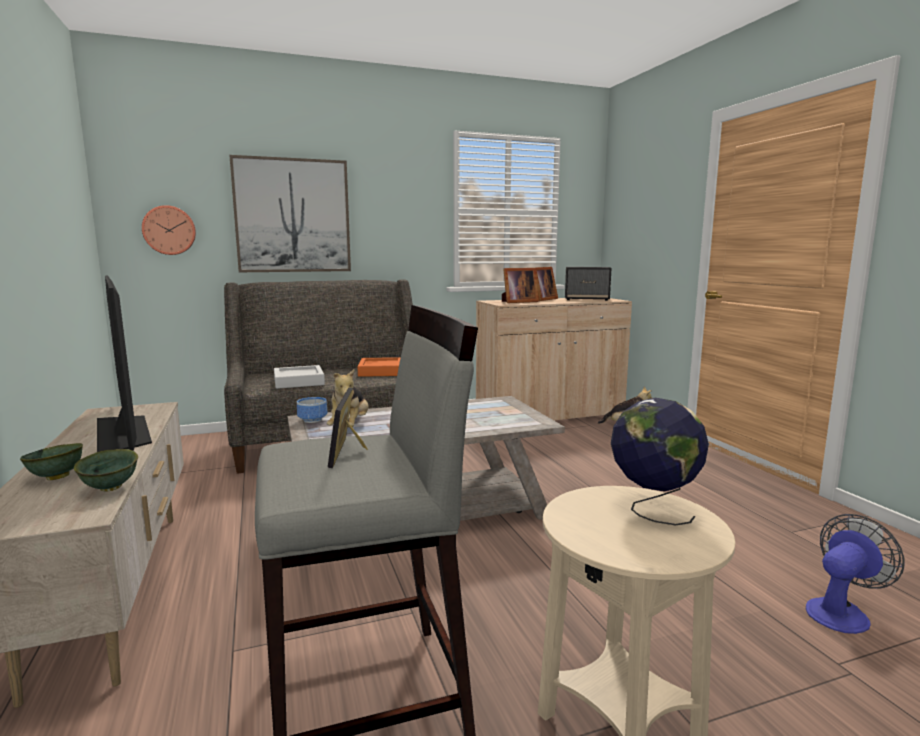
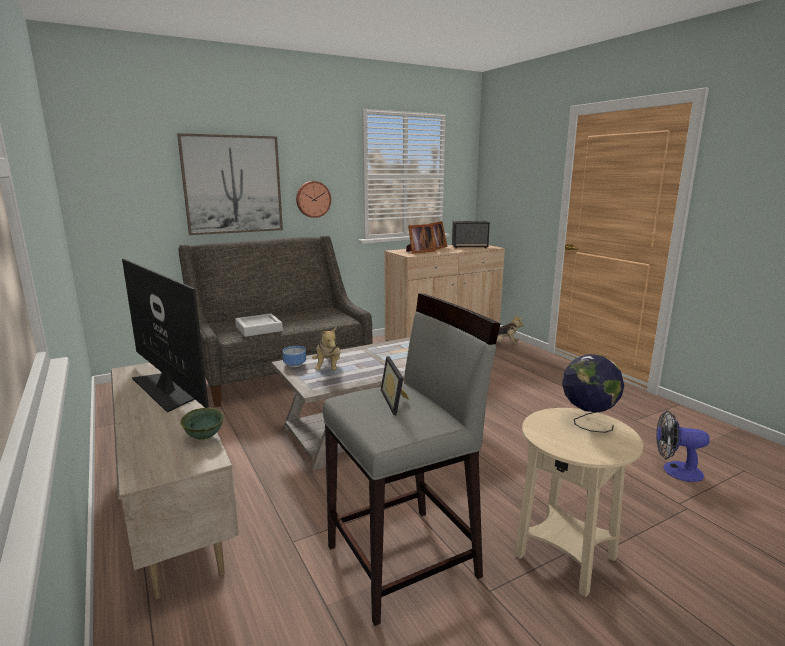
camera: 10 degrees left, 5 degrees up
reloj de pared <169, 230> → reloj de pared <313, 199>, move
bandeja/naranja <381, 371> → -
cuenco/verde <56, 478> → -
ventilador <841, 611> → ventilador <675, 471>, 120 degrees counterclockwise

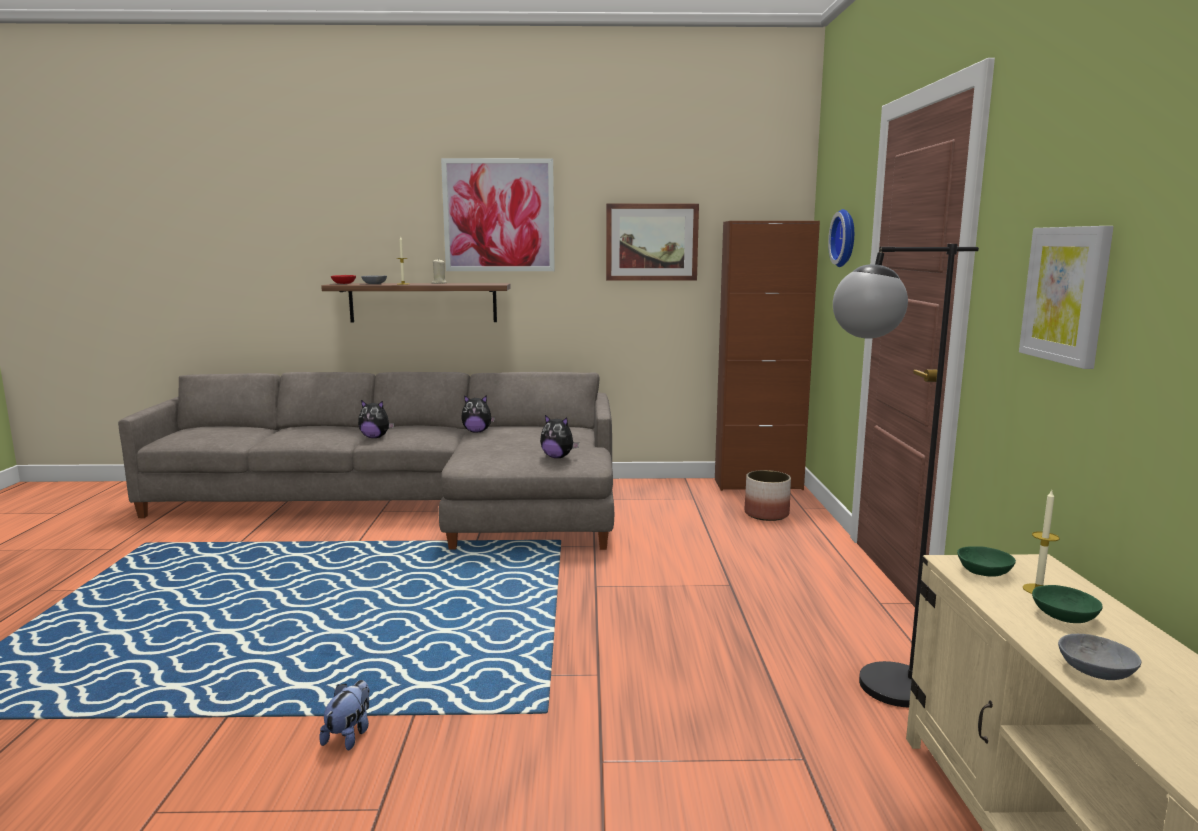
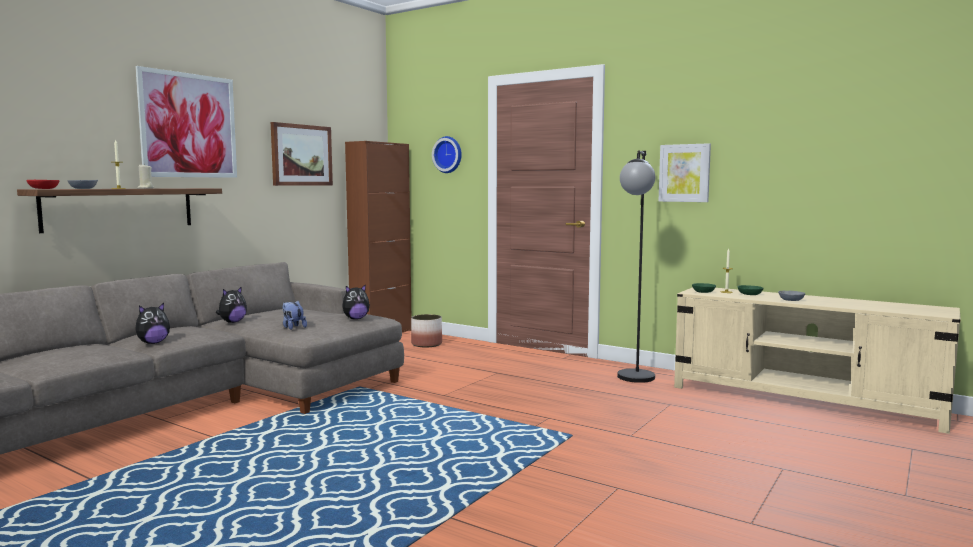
camera: 55 degrees left, 5 degrees down
peluche <349, 735> → peluche <293, 327>, move

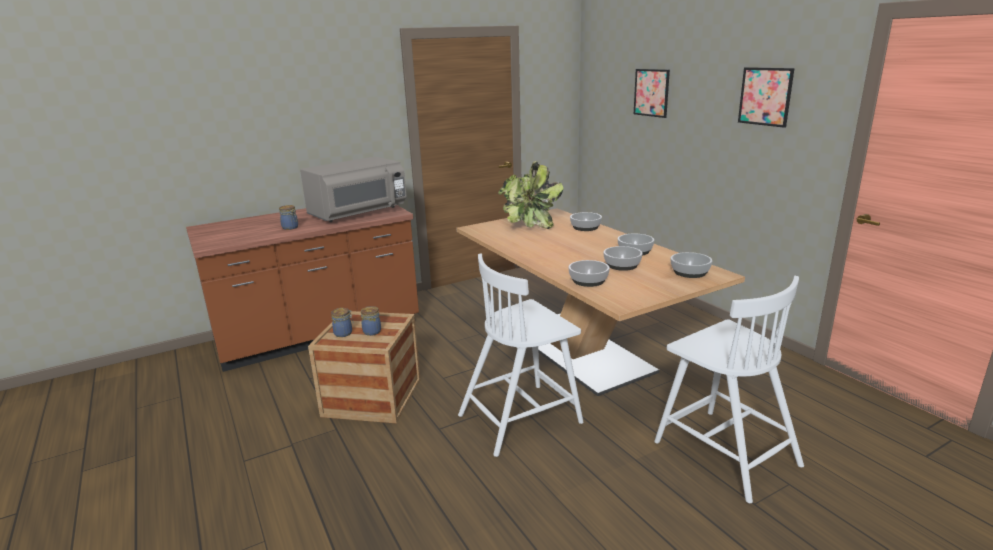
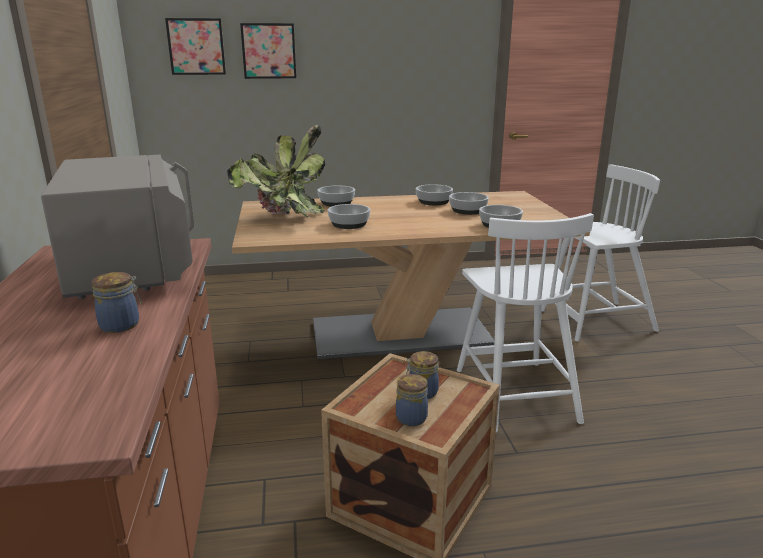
camera: 70 degrees left, 0 degrees up
cuadro <765, 96> → cuadro <196, 46>, move
cuenco <689, 272> → cuenco <348, 224>, move

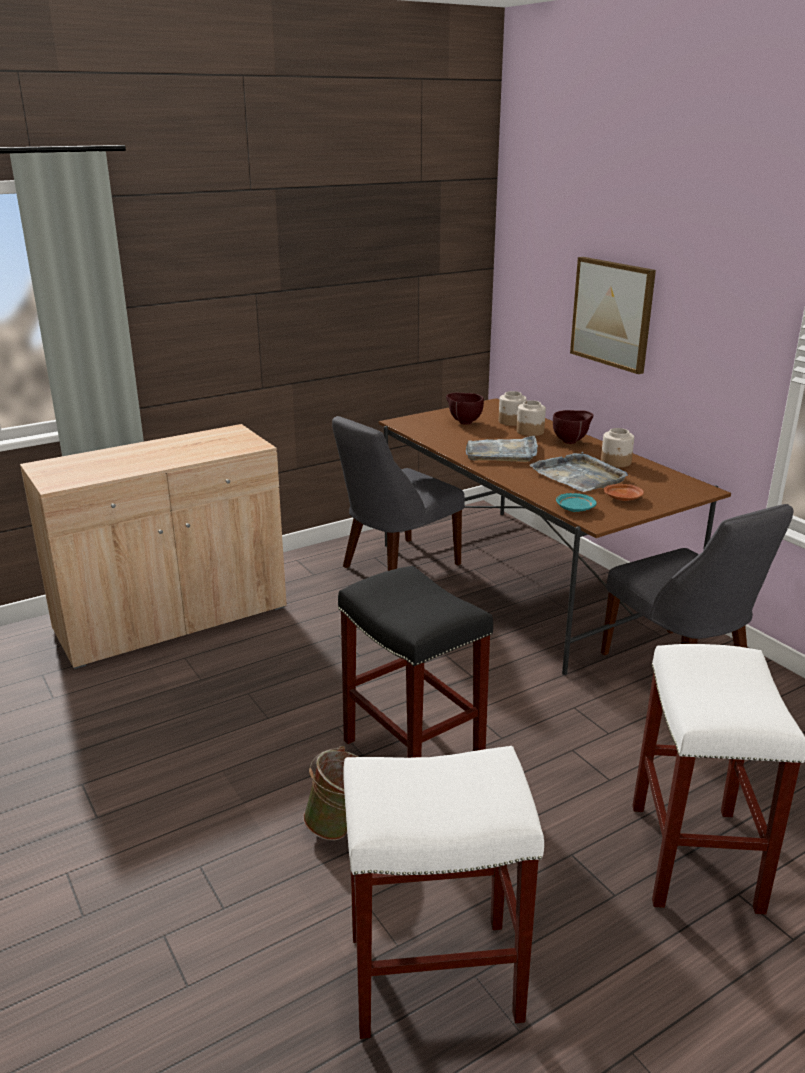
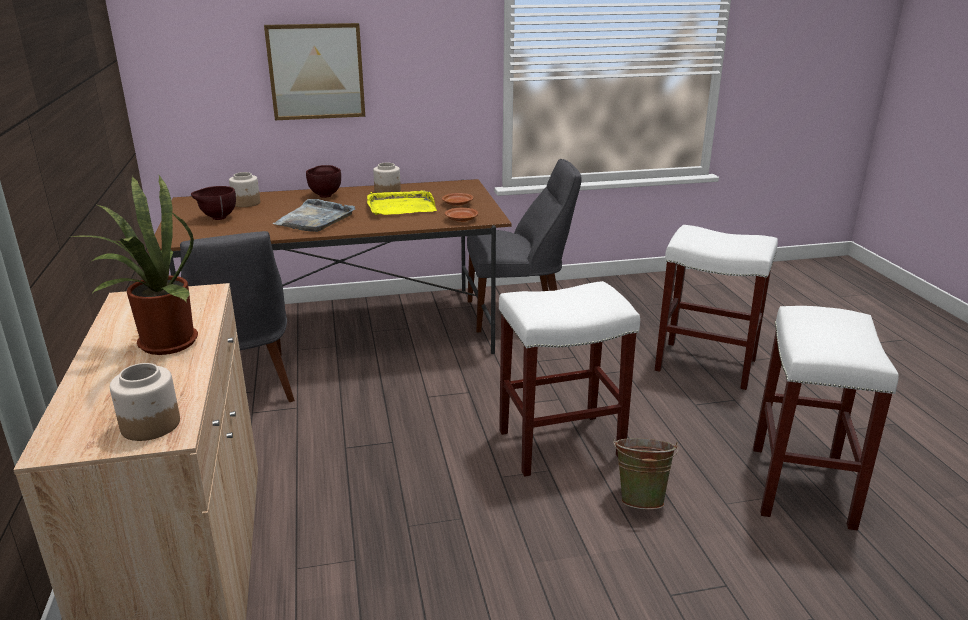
camera: 70 degrees left, 0 degrees up
tarro <529, 431> → tarro <149, 425>, move
bandeja/gris <579, 476> → bandeja/amarillo <400, 206>
plato/turquesa <574, 508> → plato/marrón <461, 219>
taburete/negro <414, 755> → taburete/blanco <561, 443>
- → planta en maceta <161, 344>

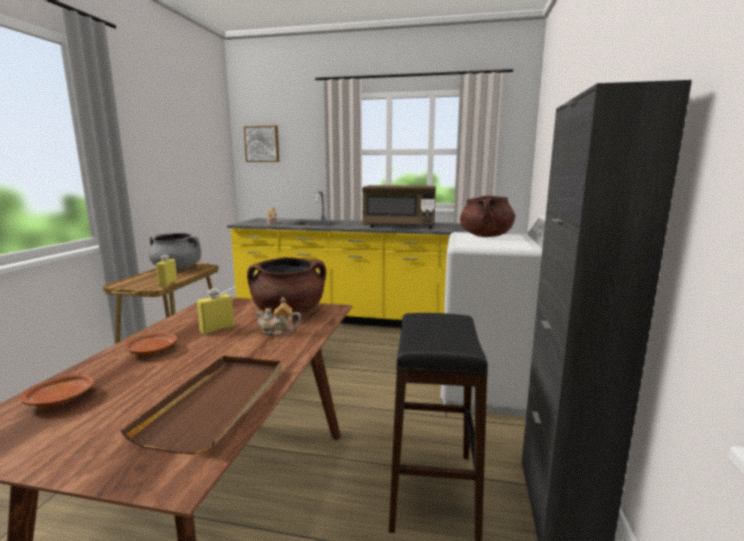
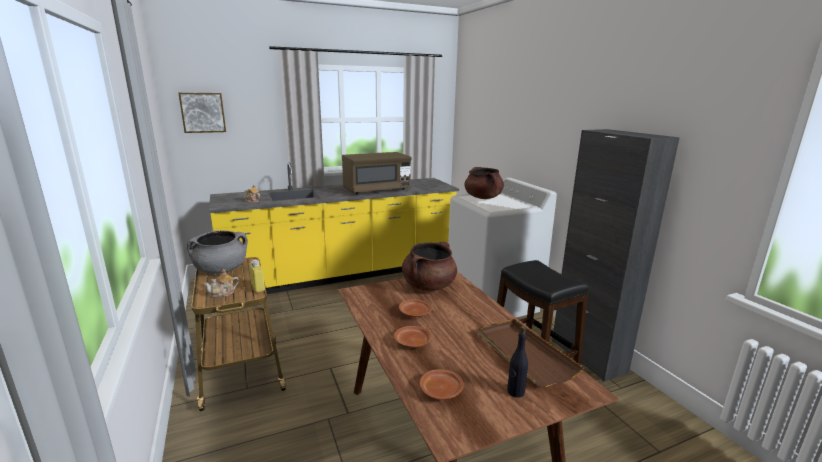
camera: 35 degrees left, 5 degrees up
botella/amarillo <217, 329> → plato/marrón <414, 313>
tetera <278, 332> → tetera <223, 293>, move
- → botella/negro <515, 392>

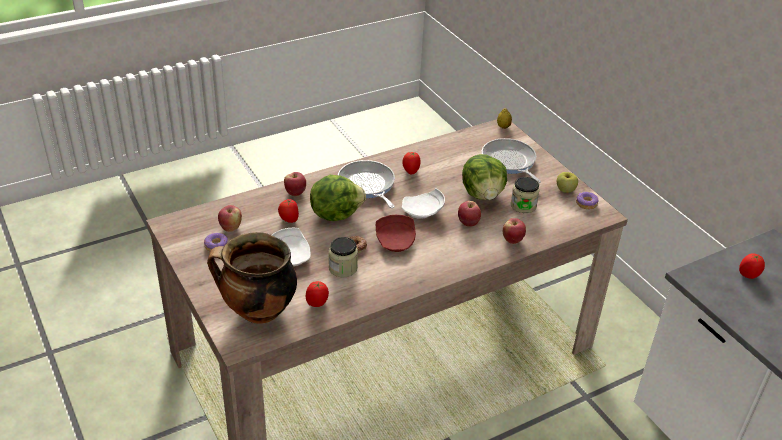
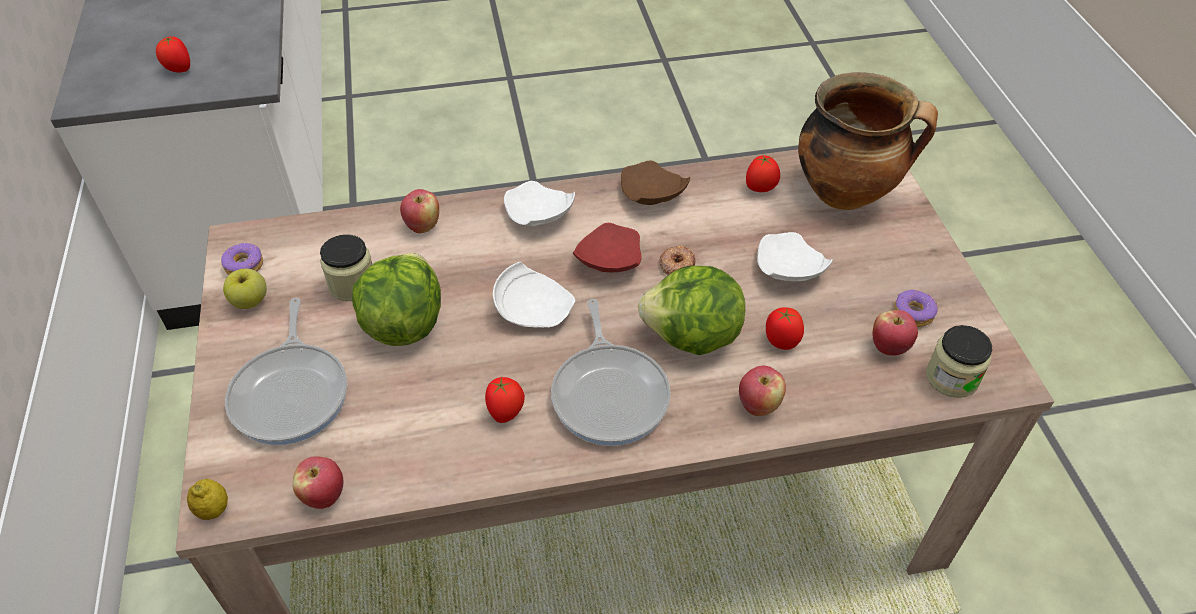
camera: 160 degrees left, 10 degrees up
manzana <468, 223> → manzana <323, 495>, move
tarro <343, 268> → tarro <951, 377>, move
- → plato/marrón <651, 196>
- → plato/blanco <538, 216>

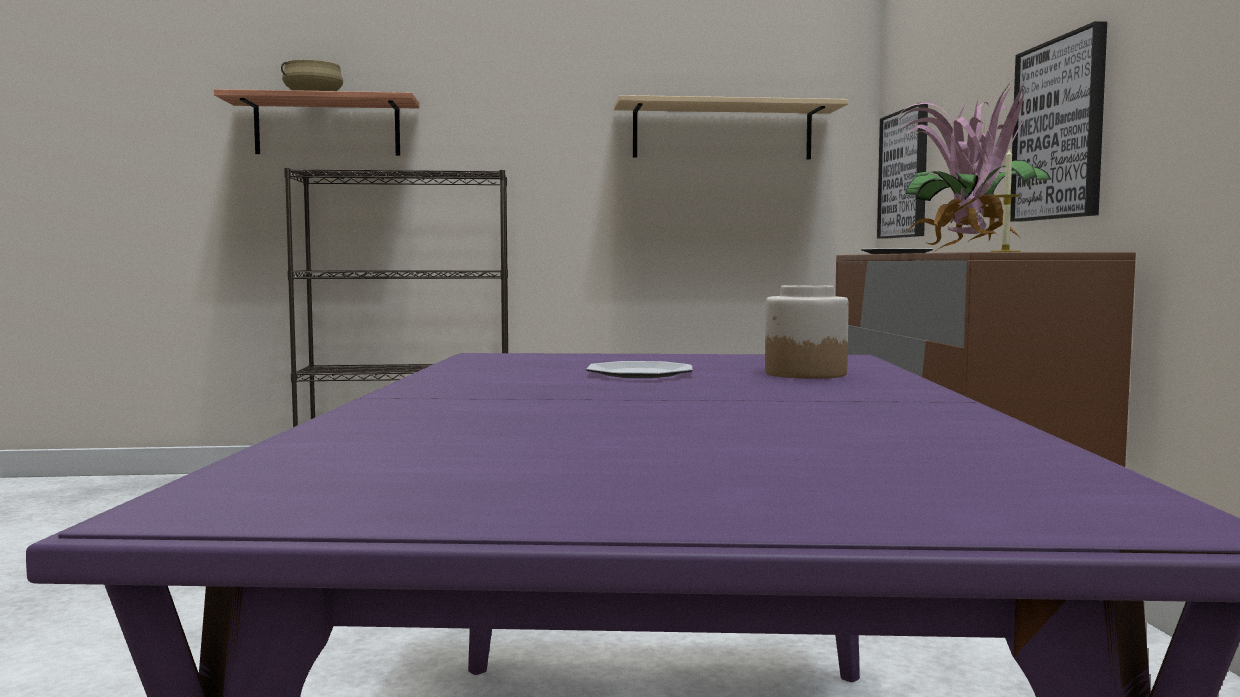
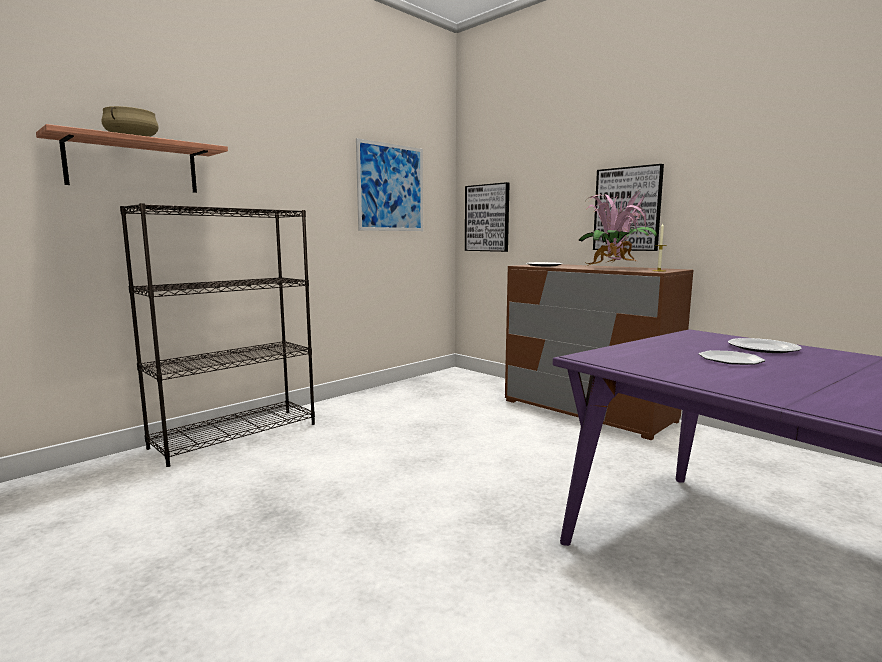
camera: 40 degrees left, 5 degrees up
estante/beis <722, 132> → cuadro <391, 188>
tarro <805, 374> → plato <762, 348>

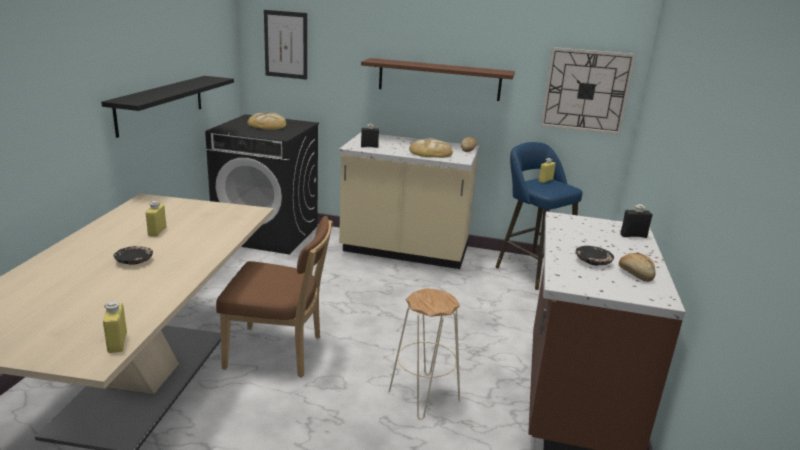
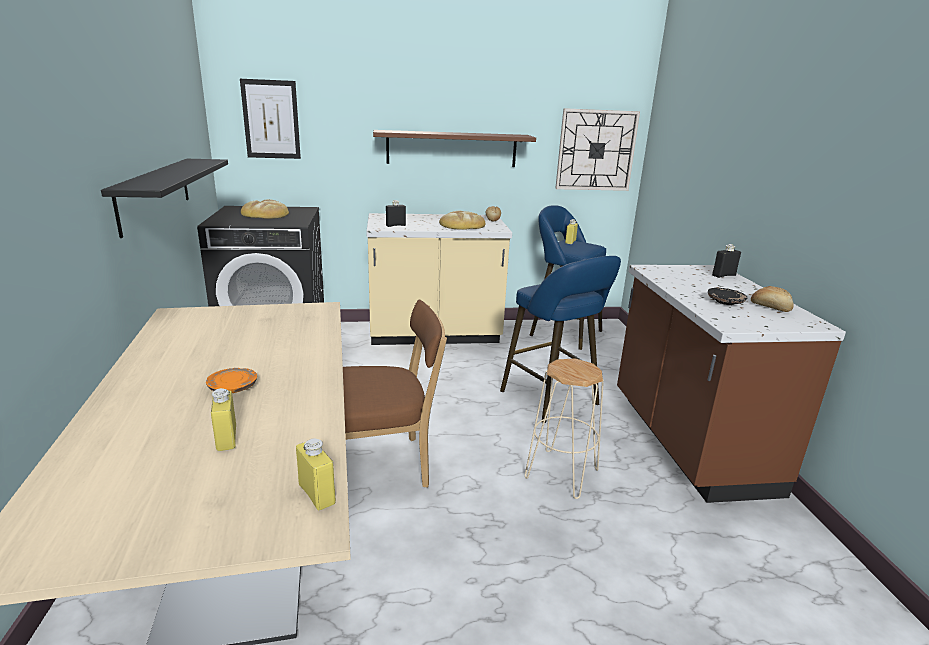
camera: 20 degrees left, 0 degrees up
botella/amarillo <157, 231> → botella/amarillo <226, 439>, move
plato/negro <134, 261> → plato/naranja <232, 388>
- → taburete/azul <553, 400>

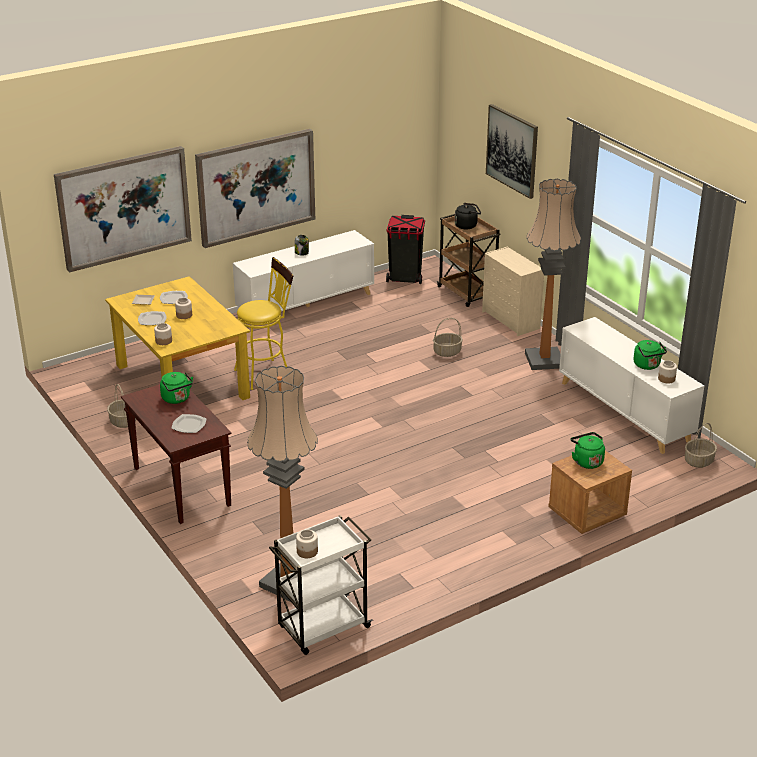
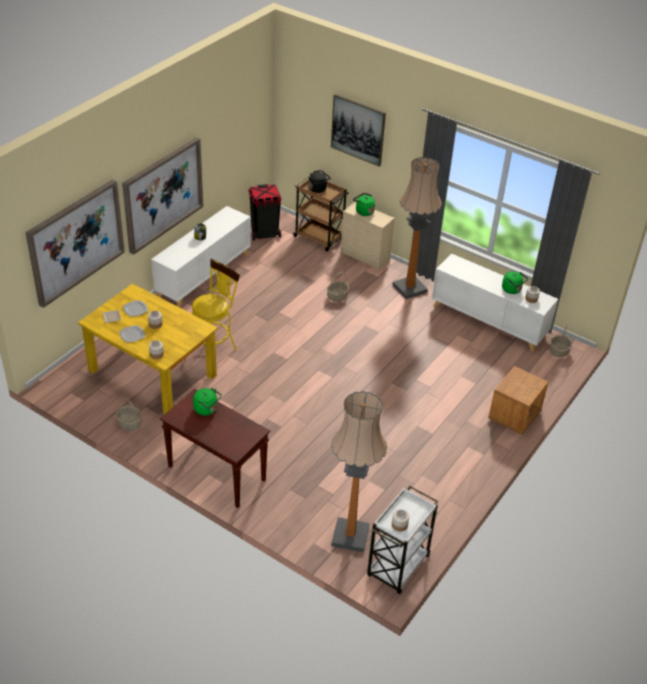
camera: 25 degrees left, 10 degrees up
plato <189, 425> → -
hervidor/verde <586, 461> → hervidor/verde <363, 211>, move

